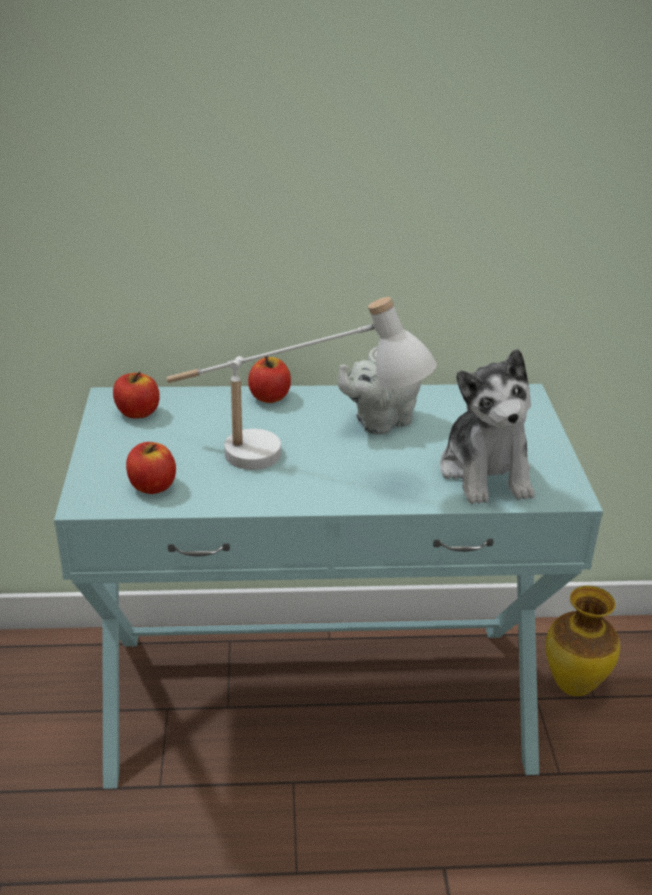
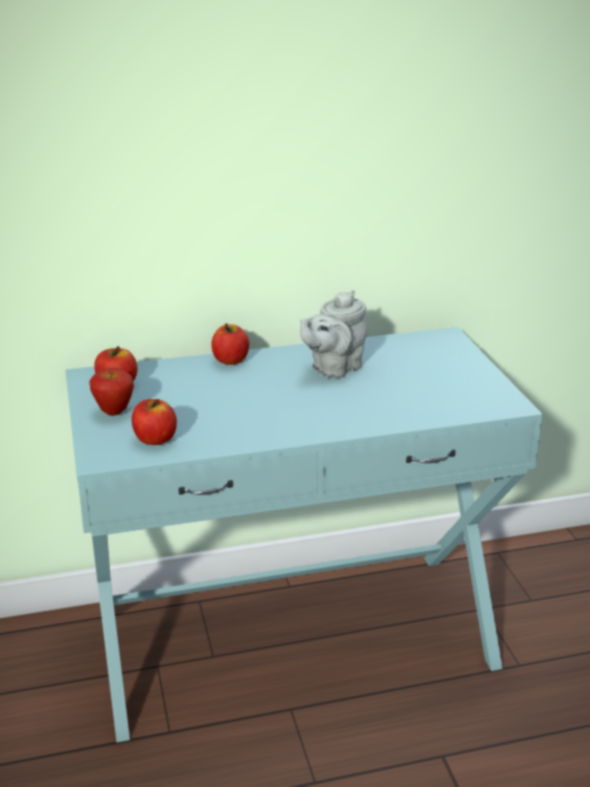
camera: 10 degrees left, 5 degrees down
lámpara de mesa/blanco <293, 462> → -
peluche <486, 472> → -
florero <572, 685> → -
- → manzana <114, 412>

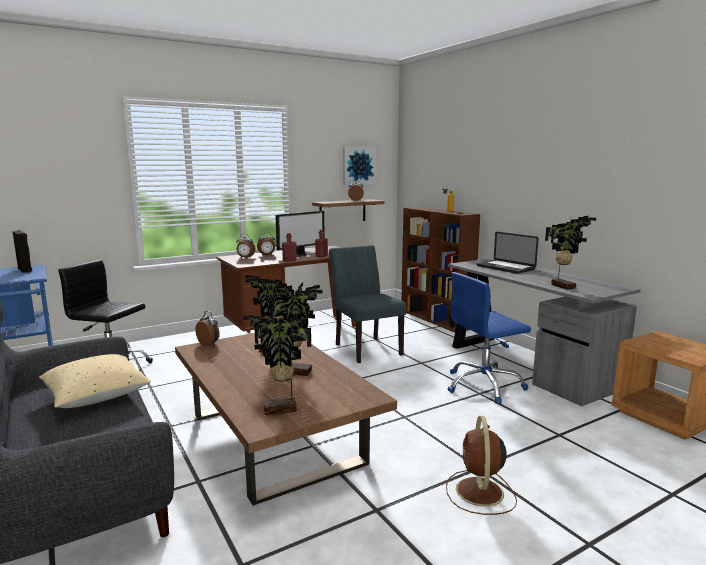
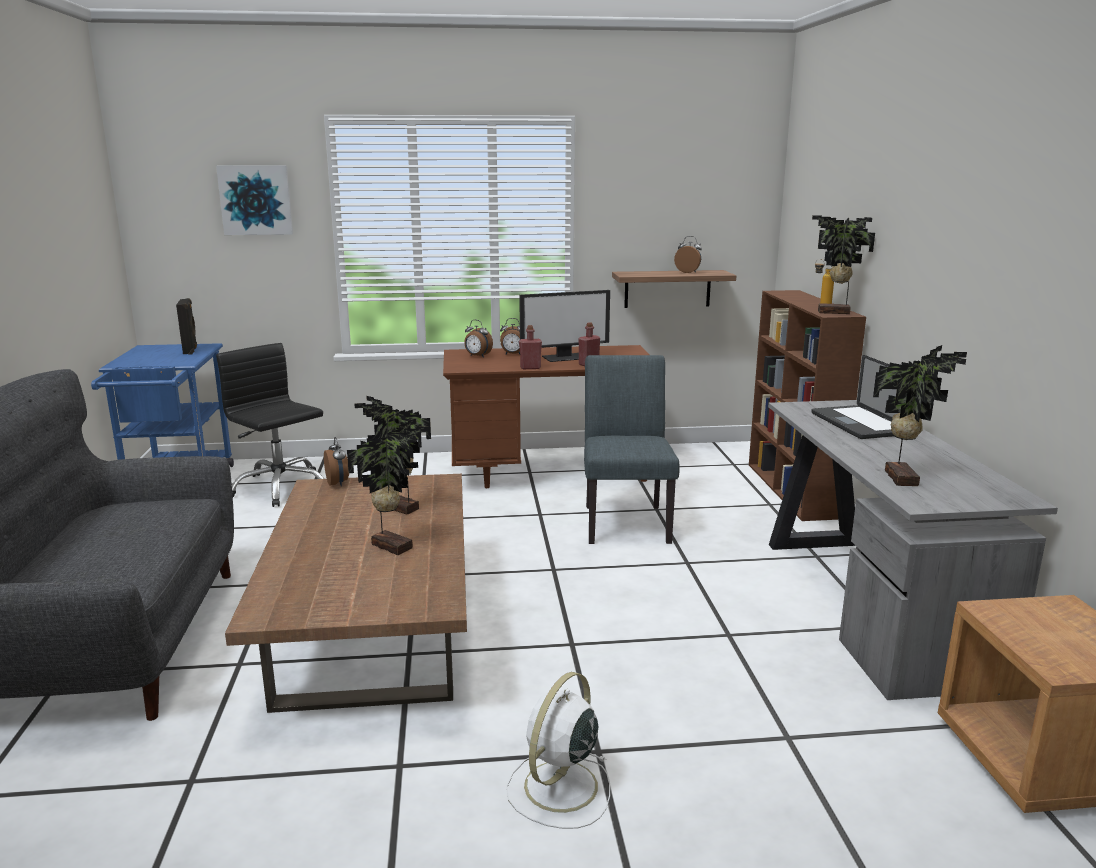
camera: 25 degrees right, 5 degrees up
cuadro <359, 165> → cuadro <256, 200>, move
silla de oficina/azul <484, 385> → -
planta en maceta <281, 411> → planta en maceta <834, 313>, move
cojín/beis <96, 396> → -
ventilador/marrón <479, 493> → ventilador/blanco <559, 788>

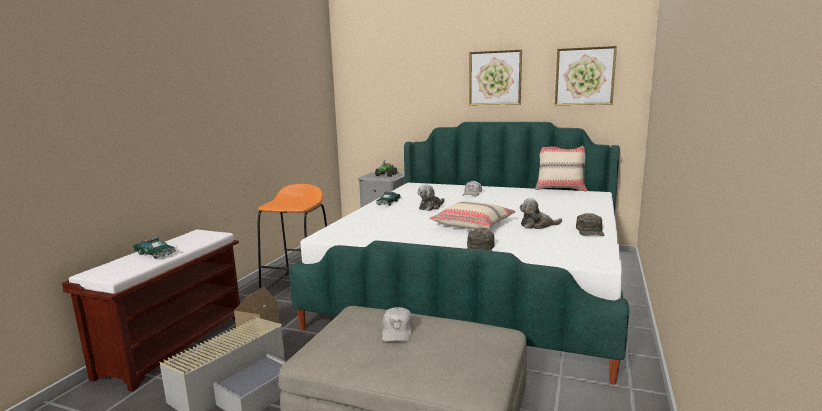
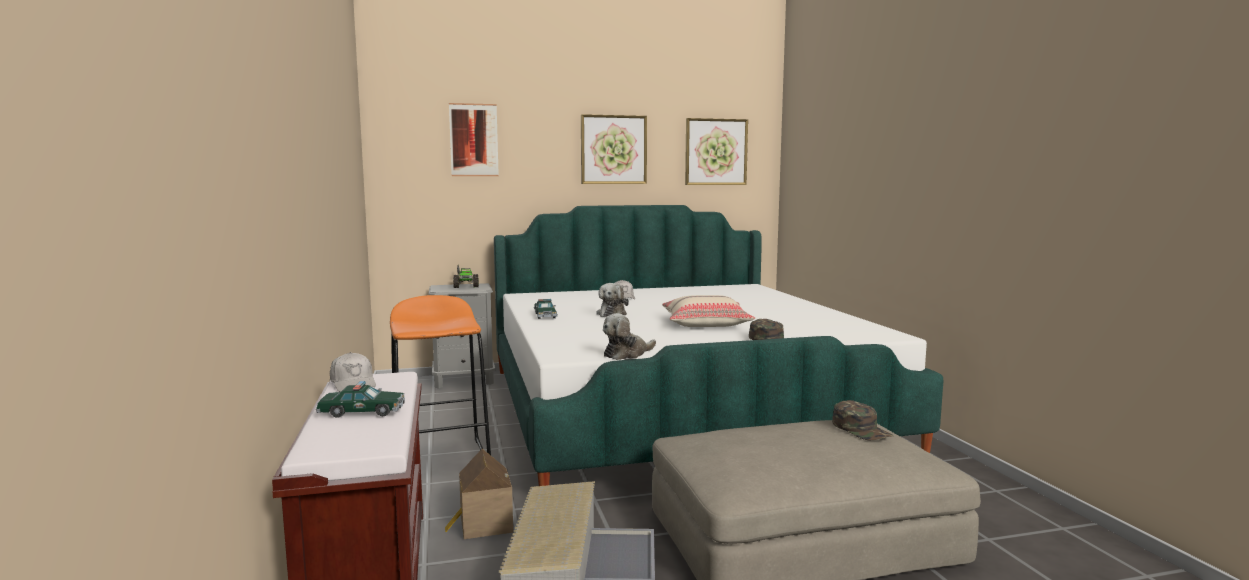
camera: 35 degrees left, 5 degrees down
cojín/beis <560, 189> → -
peluche <537, 225> → peluche <627, 354>, move
gorra/verde <590, 231> → gorra/verde <861, 429>, move
gorra/blanco <397, 331> → gorra/blanco <353, 383>, move
- → cuadro <474, 140>

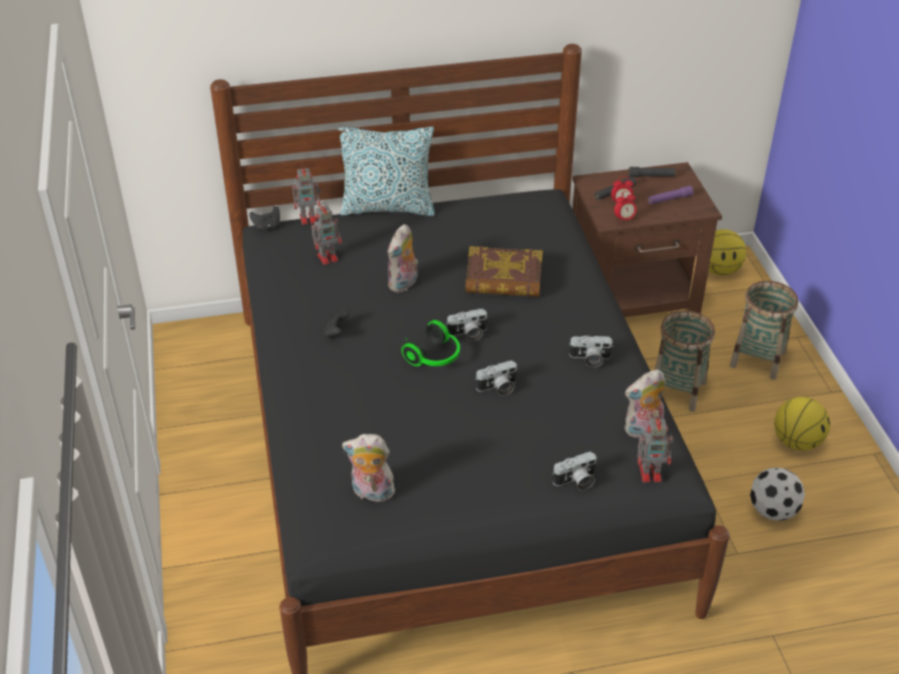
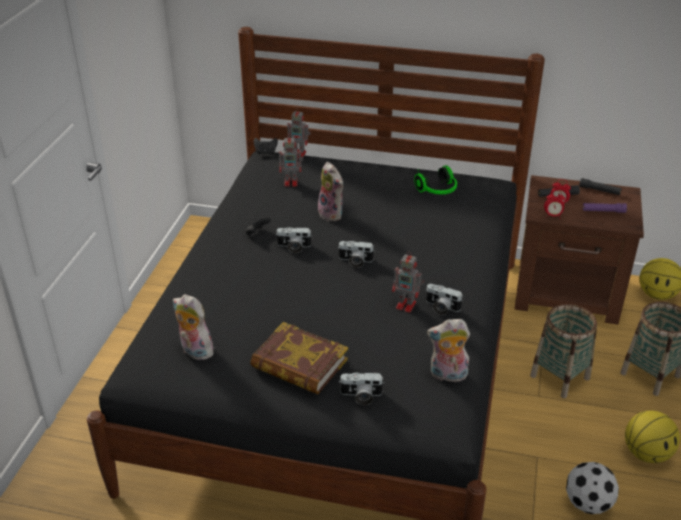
camera: 25 degrees right, 5 degrees down
cojín <388, 207> → -
peluche <404, 284> → peluche <332, 214>, 90 degrees counterclockwise
libro <503, 279> → libro <299, 364>, move
auriculares <435, 357> → auriculares <438, 191>, move
cámara <498, 388> → cámara <293, 247>, move
robot de juguete <651, 473> → robot de juguete <407, 305>, move

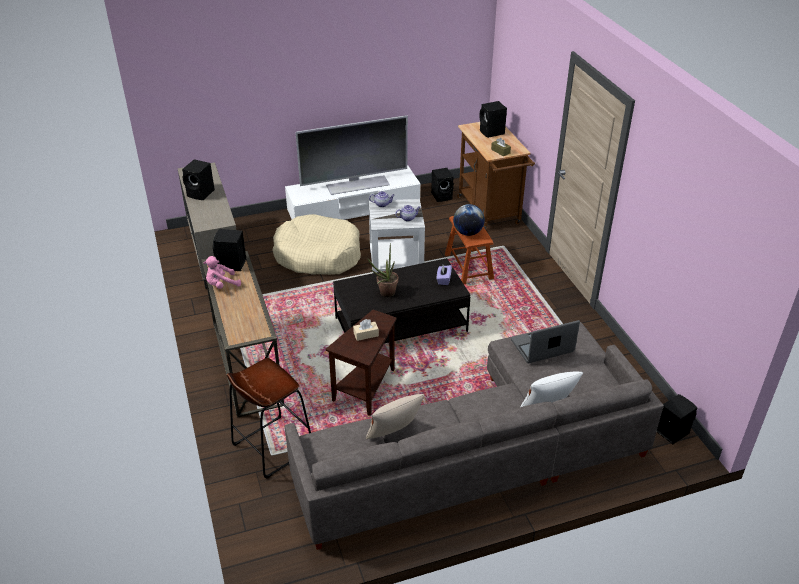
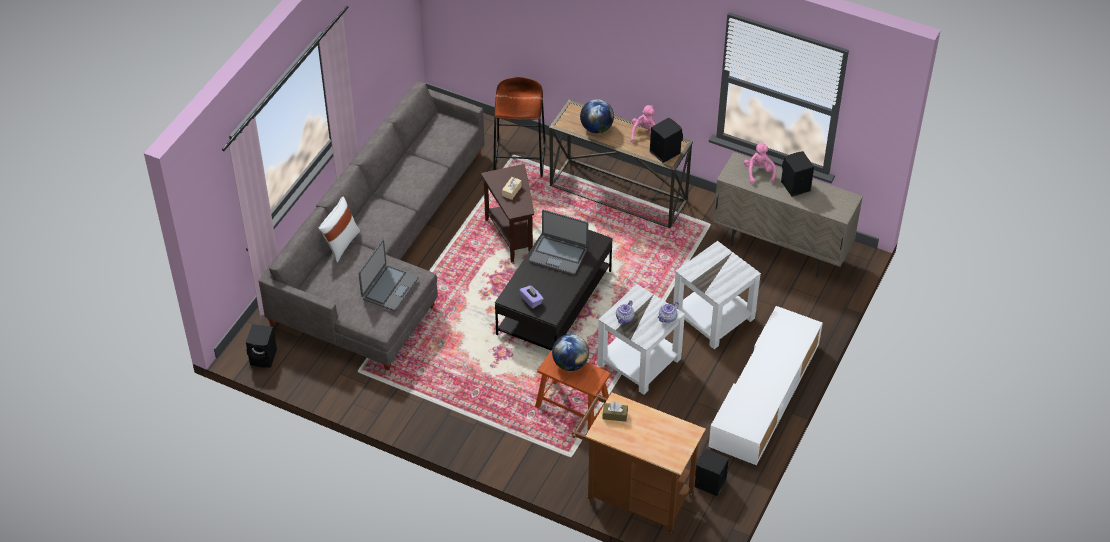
camera: 135 degrees right, 10 degrees up
altavoz/negro <492, 132> → -
televisor <357, 184> → -
cama para perro/beis <318, 255> → mesa auxiliar/blanco <713, 318>
planta en maceta <385, 294> → portátil <558, 255>
cojín/beis <394, 435> → -
- → globo terráqueo <596, 128>
- → peluche/rosa <759, 172>

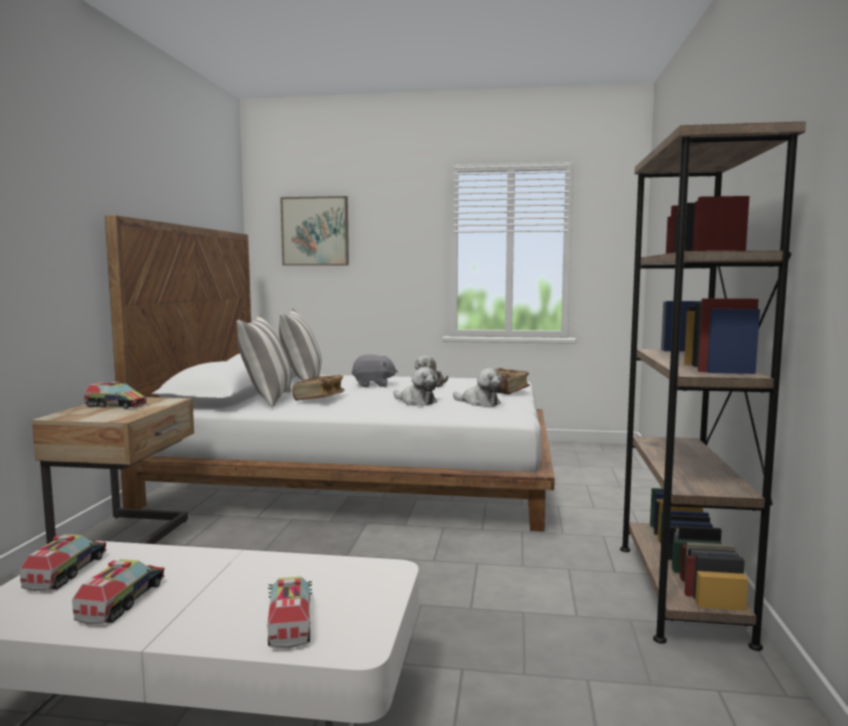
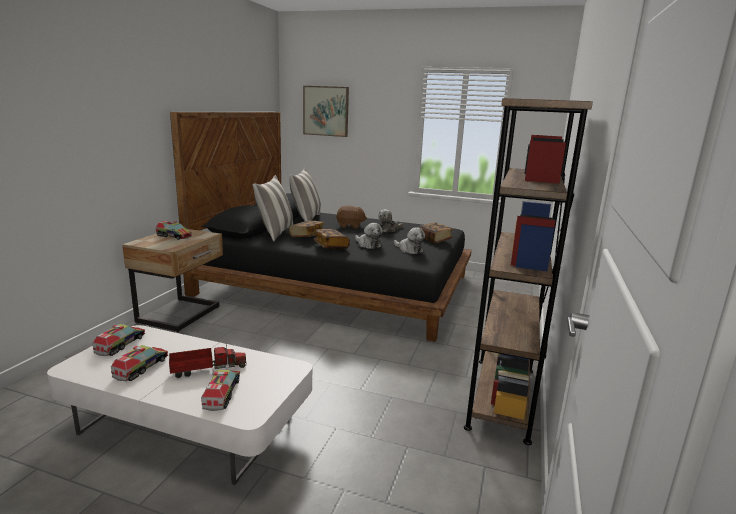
camera: 10 degrees right, 10 degrees up
cama/blanco <364, 474> → cama/negro <339, 285>
peluche/gris <373, 385> → peluche/marrón <350, 226>
- → libro <331, 246>
- → camión de juguete <206, 369>

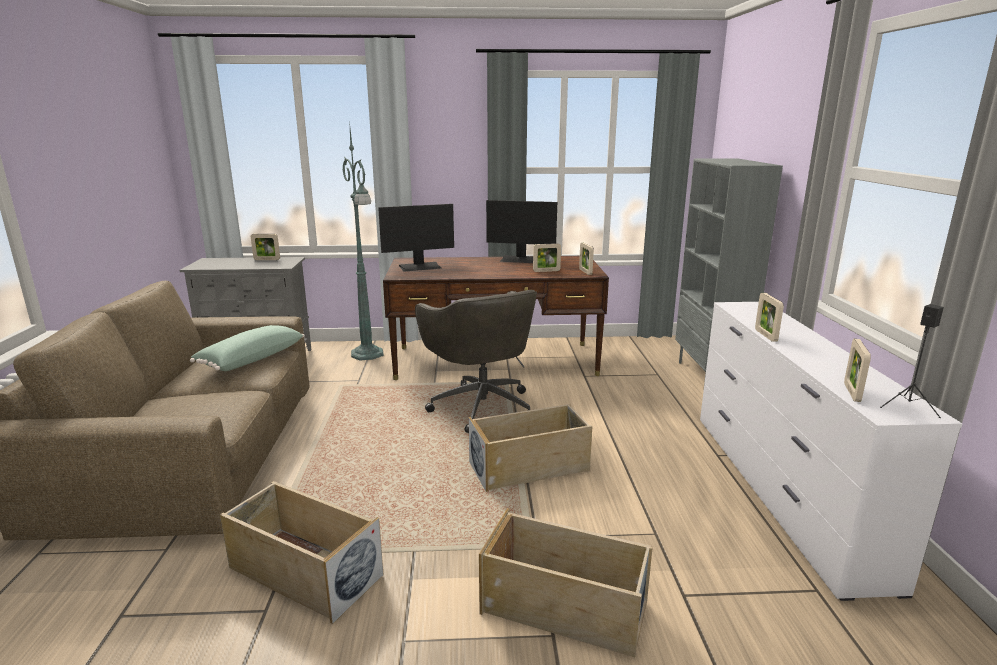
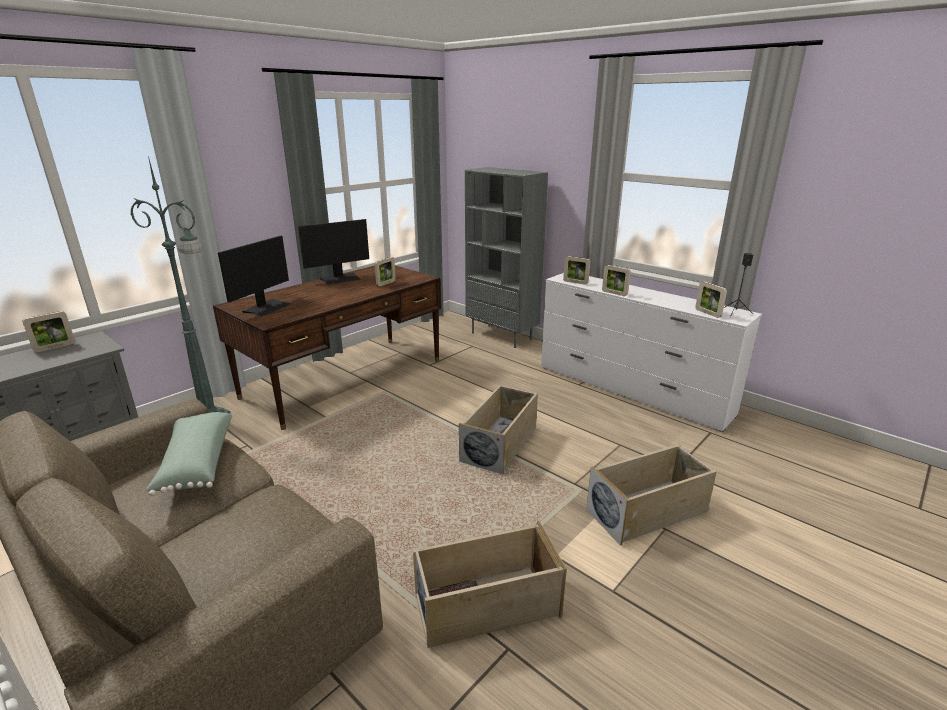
camera: 45 degrees left, 5 degrees up
portarretratos <585, 272> → portarretratos <575, 282>, move
silla de oficina/gris <481, 406> → -

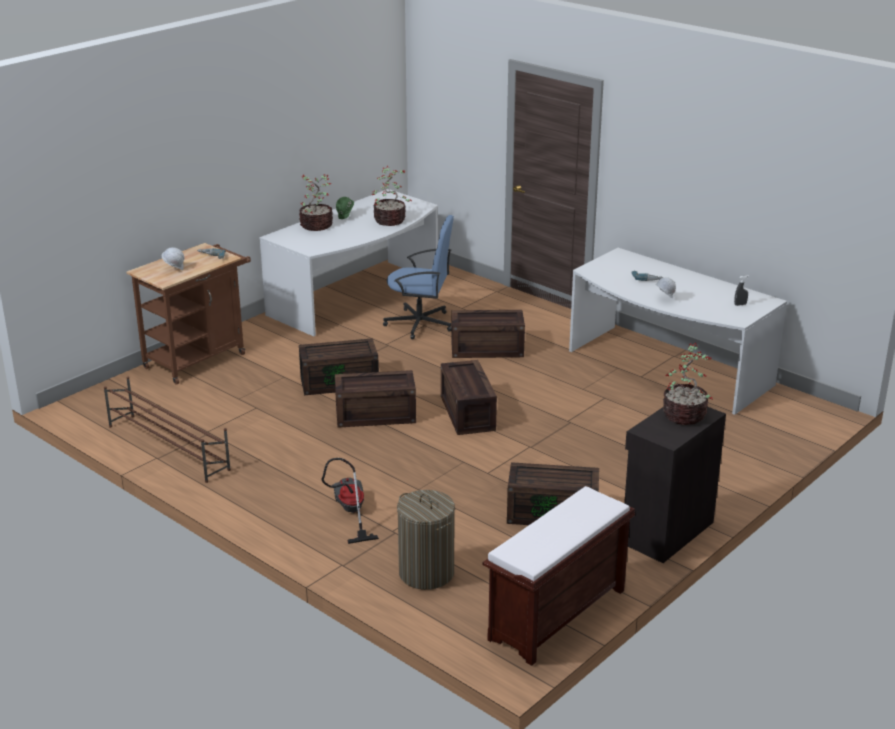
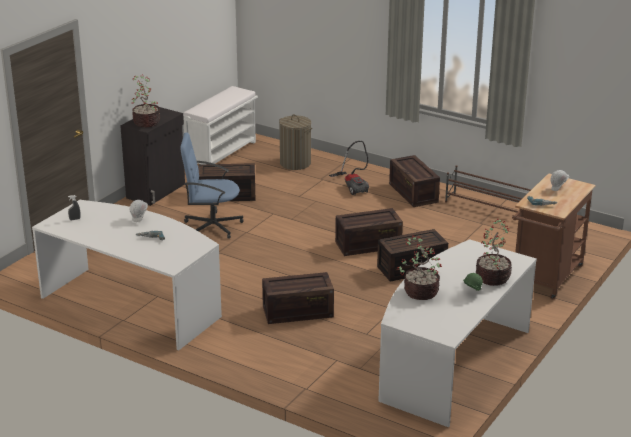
camera: 170 degrees right, 0 degrees up
silla de oficina/azul <420, 324> → silla de oficina/azul <212, 226>, move
caja de embalaje <469, 413> → caja de embalaje <412, 192>, move
banco/marrón <557, 616> → banco/blanco <221, 152>

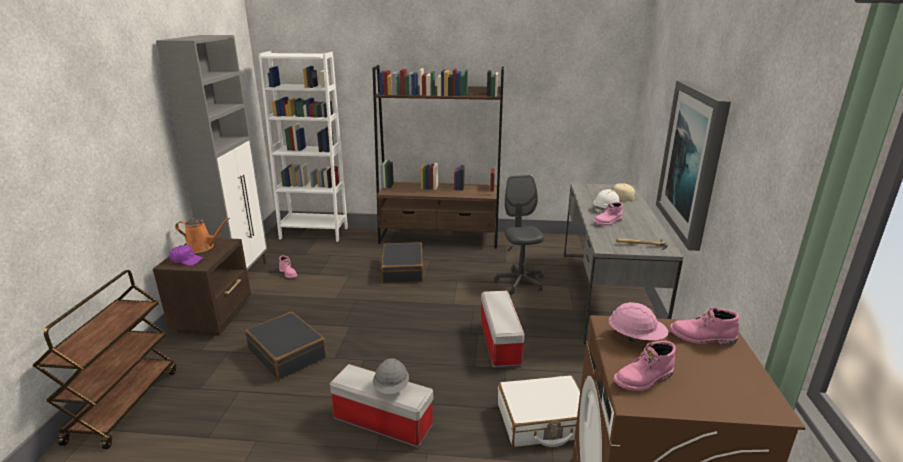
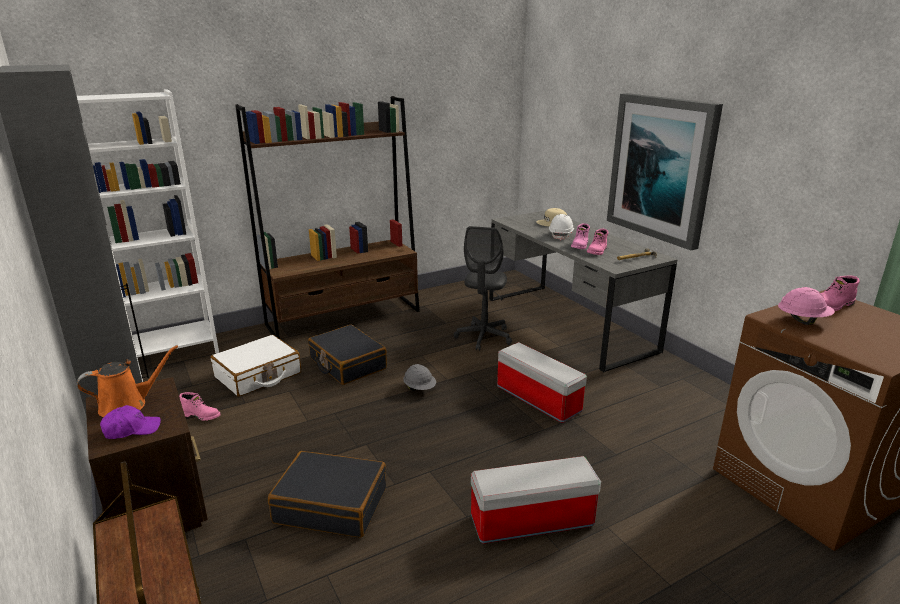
camera: 35 degrees left, 0 degrees up
silla de oficina/gris <520, 282> → silla de oficina/gris <483, 337>, 120 degrees counterclockwise
bota/rosa <644, 379> → bota/rosa <597, 251>, move
casco/gris <391, 388> → casco/gris <420, 389>, move
maleta/blanco <542, 421> → maleta/blanco <258, 375>, move

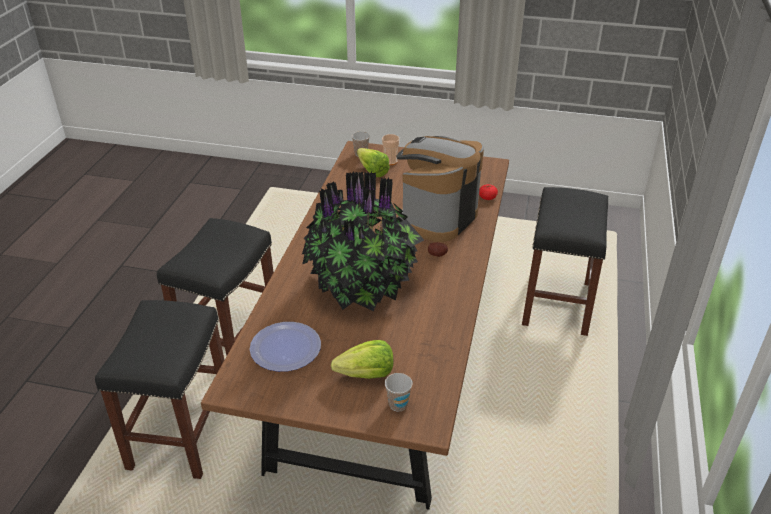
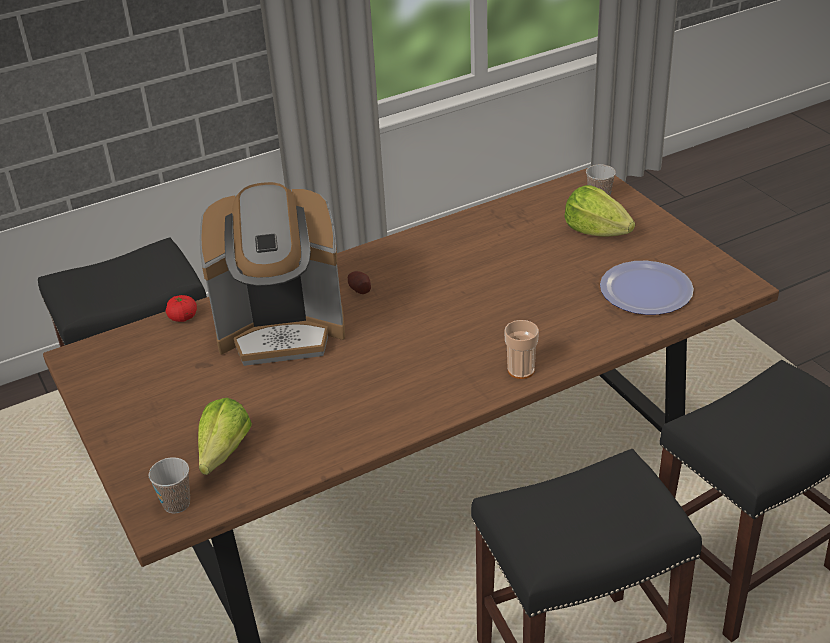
camera: 130 degrees left, 0 degrees up
taza <390, 161> → taza <521, 370>, move
planta en maceta <362, 287> → -

